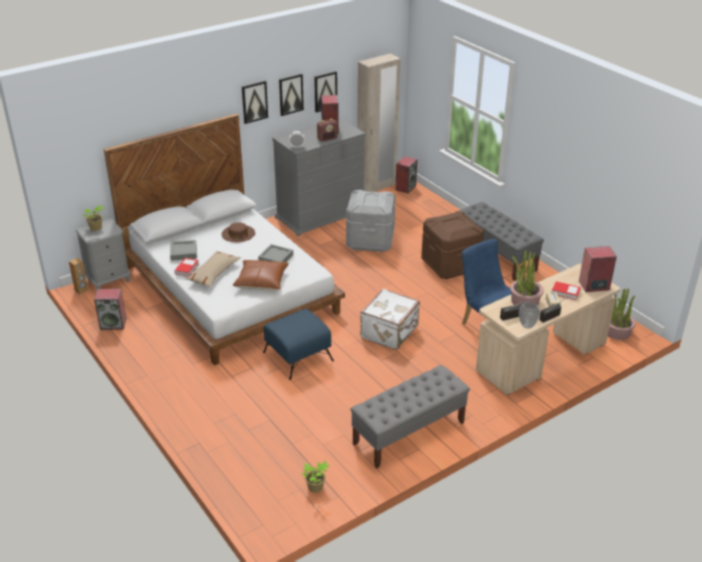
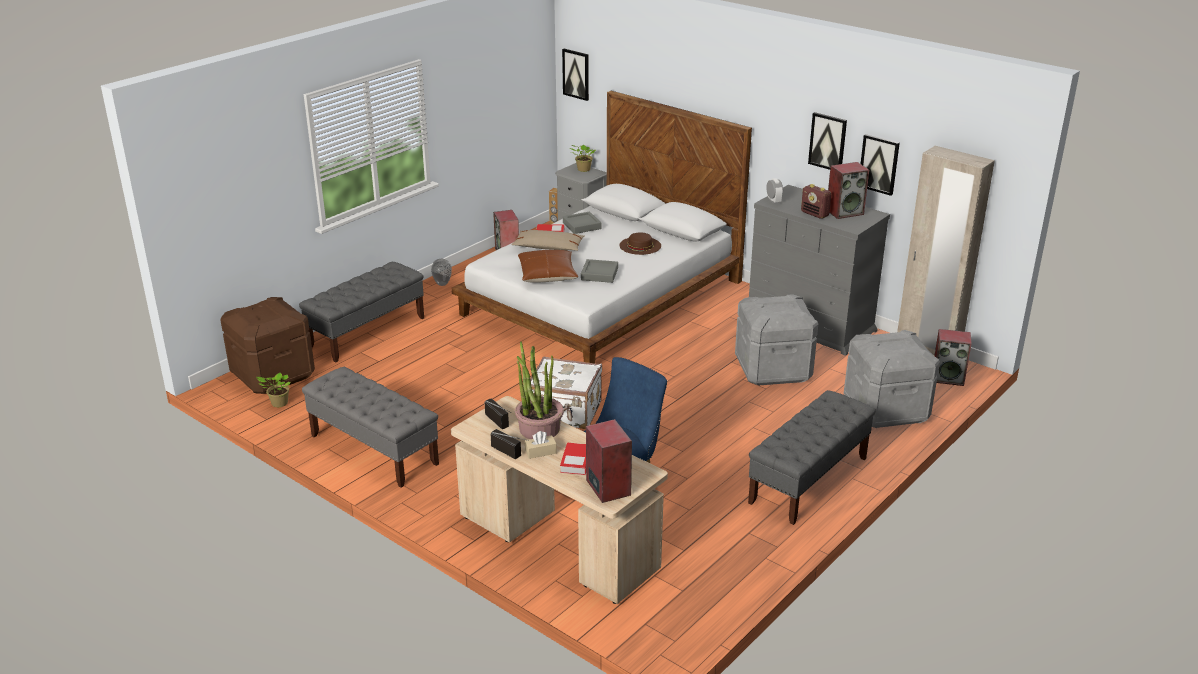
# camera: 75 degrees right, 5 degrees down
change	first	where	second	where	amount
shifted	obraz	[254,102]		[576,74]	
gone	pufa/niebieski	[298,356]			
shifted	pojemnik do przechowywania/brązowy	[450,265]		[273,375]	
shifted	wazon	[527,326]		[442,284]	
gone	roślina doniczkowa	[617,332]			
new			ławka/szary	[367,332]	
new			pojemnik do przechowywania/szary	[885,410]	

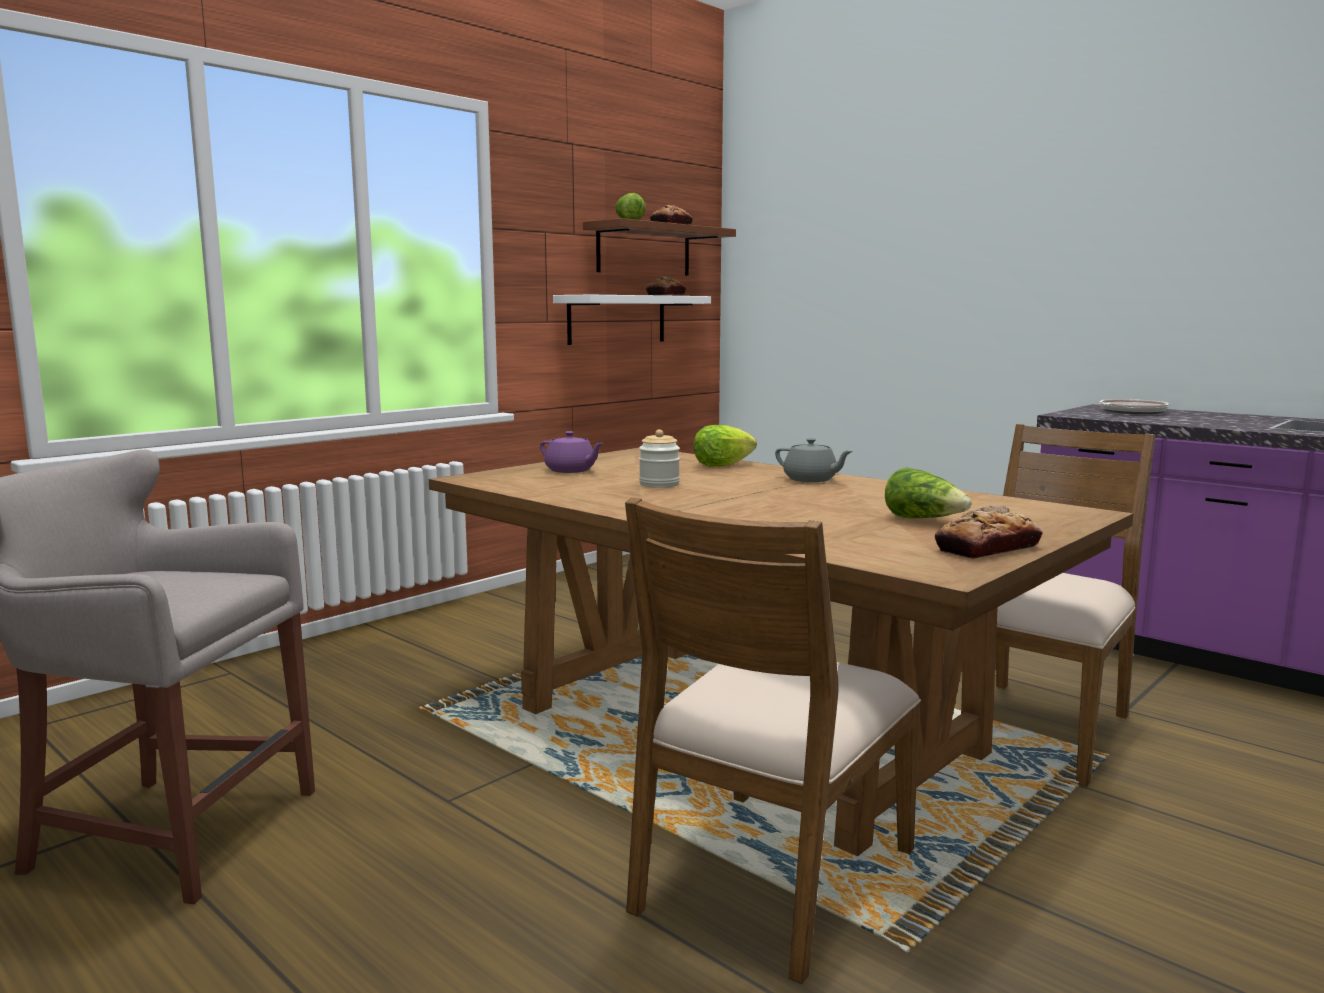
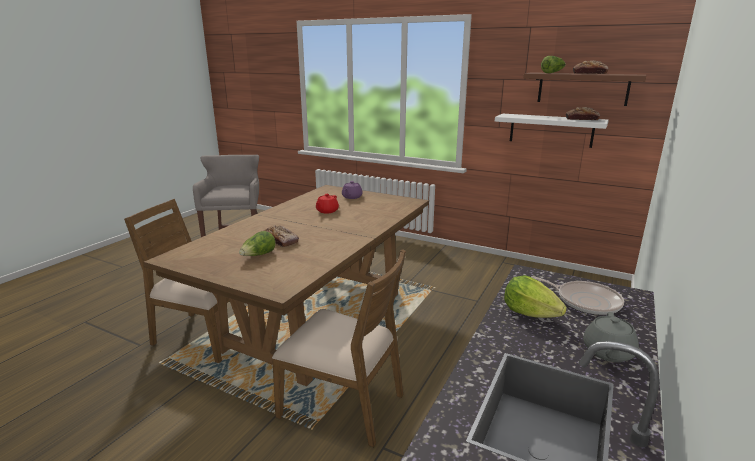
# camera: 75 degrees right, 10 degrees up
change	first	where	second	where	amount
swapped	słoik	[659,484]	imbryk/czerwony	[327,211]	
shifted	sałata	[721,465]		[529,313]	
shifted	imbryk/szary	[811,480]		[608,352]	
shifted	chleb	[987,548]		[280,240]	

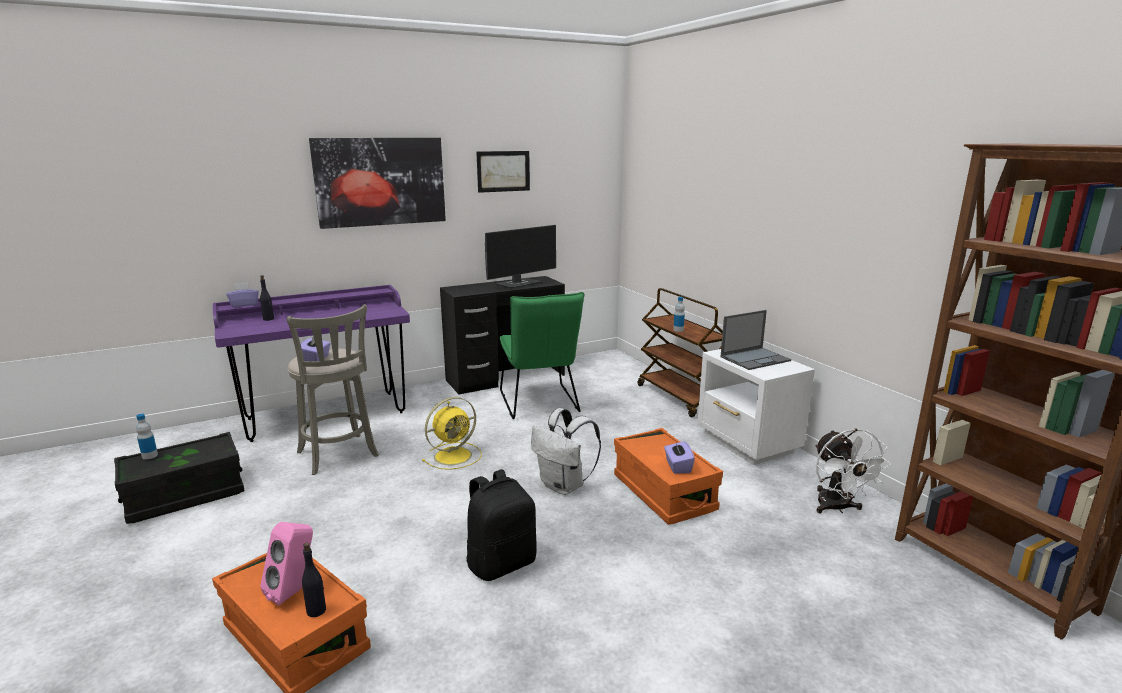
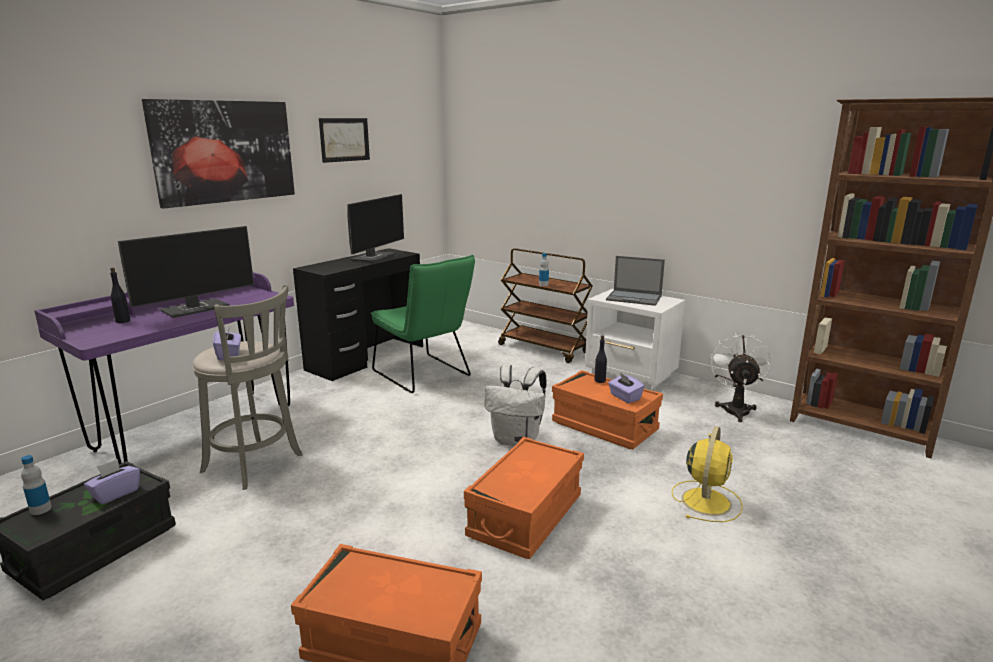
# camera: 25 degrees left, 0 degrees up
change	first	where	second	where	amount
shifted	pudełko chusteczek/fioletowy	[244,304]		[115,493]	
gone	głośnik/różowy	[294,592]			
shifted	butelka/czarny	[316,610]		[600,380]	
shifted	wentylator/żółty	[454,455]		[706,500]	
swapped	plecak/czarny	[501,563]	pojemnik do przechowywania/pomarańczowy	[526,517]	
rotated	laptop	[755,359]		[634,298]	75 degrees clockwise
rotated	wentylator/biały	[837,508]		[735,408]	135 degrees counterclockwise
new			monitor	[196,308]	

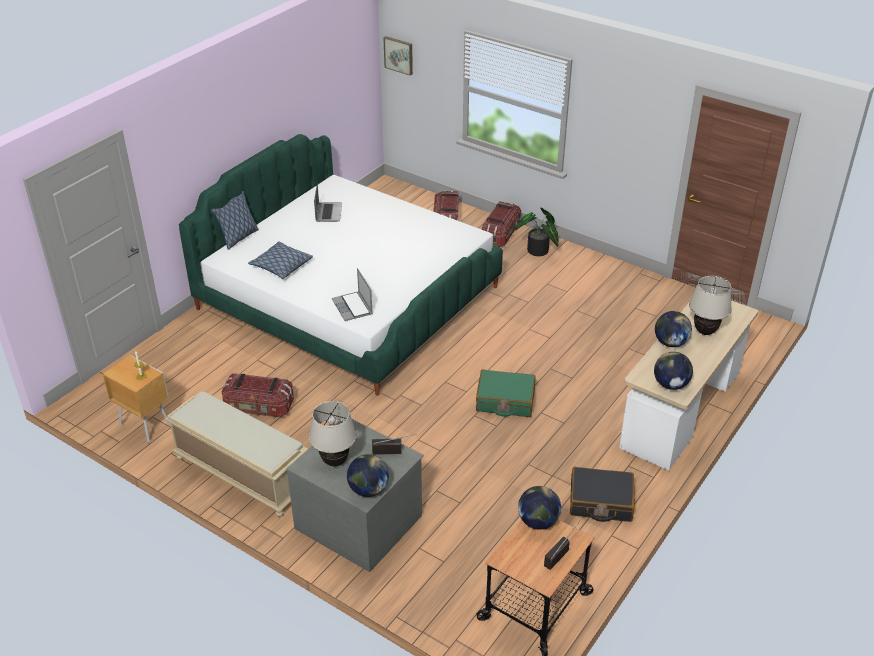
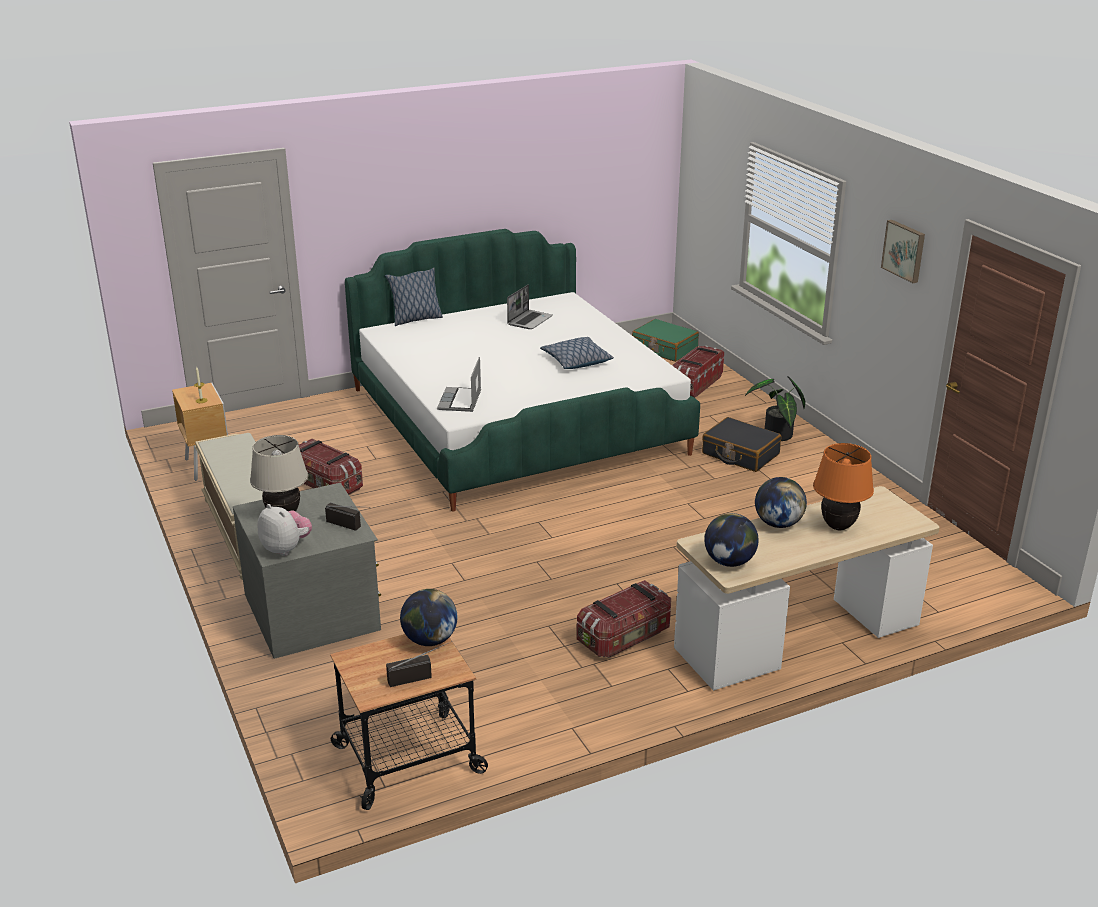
# camera: 30 degrees right, 10 degrees down
change	first	where	second	where	amount
shifted	poduszka	[281,266]		[576,361]	
swapped	globus	[368,489]	pluszak	[286,548]	
shifted	obraz	[399,55]		[904,250]	
shifted	walizka/zielony	[505,401]		[664,349]	
shifted	pojemnik do przechowywania	[500,234]		[625,637]	
shifted	walizka/czarny	[600,502]		[740,454]	
repainted	lampa stołowa/beżowy	[705,331]	lampa stołowa/pomarańczowy	[838,526]	

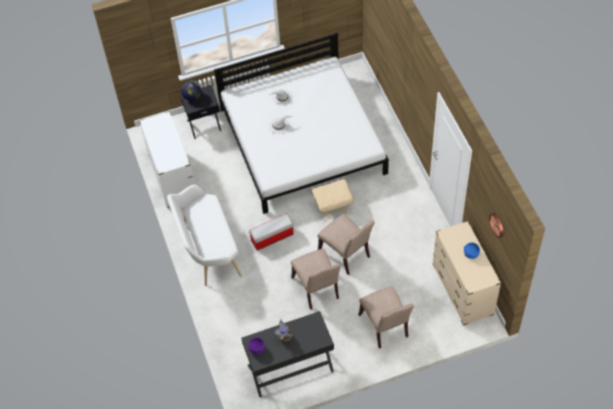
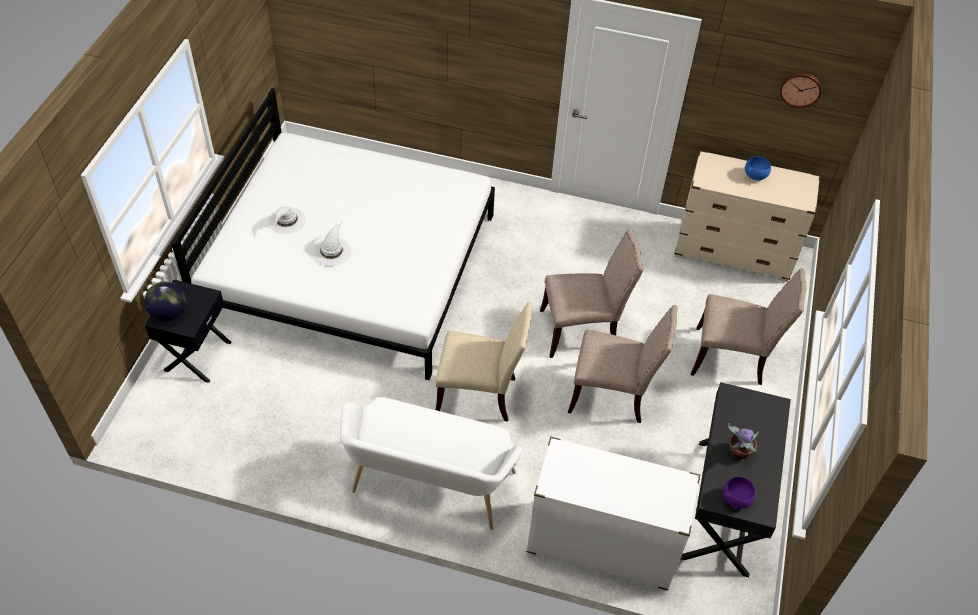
# camera: 60 degrees left, 5 degrees down
change	first	where	second	where	amount
shifted	komoda/biały	[172,178]		[601,546]	
swapped	pojemnik do przechowywania	[272,237]	krzesło/beżowy	[480,394]	
gone	pufa/beżowy	[332,207]			

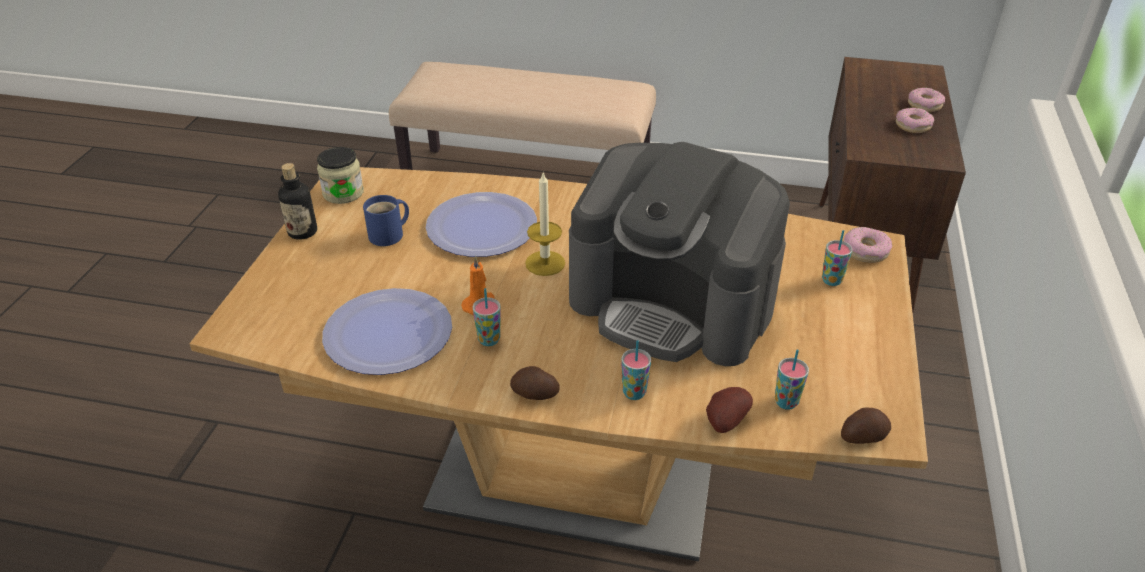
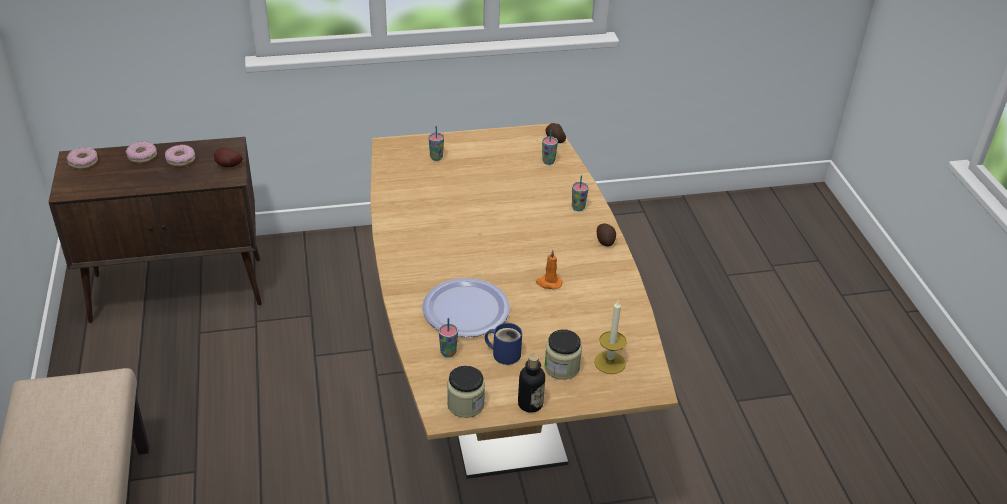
# camera: 115 degrees left, 0 degrees up
change	first	where	second	where	amount
gone	talerz	[387,333]			
shifted	filiżanka	[489,340]		[448,353]	
shifted	świeca	[545,263]		[609,362]	
gone	ekspres do kawy	[673,304]			
shifted	ziemniak	[724,421]		[228,166]	
shifted	donut	[865,251]		[83,162]	
new			słoik	[562,367]	

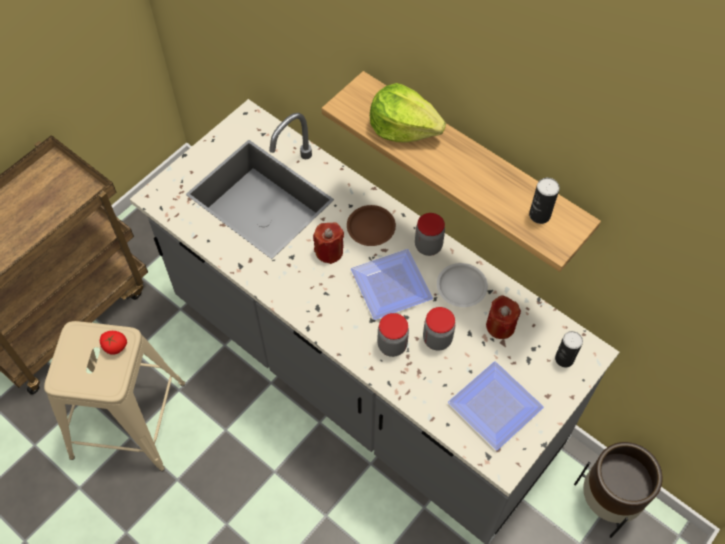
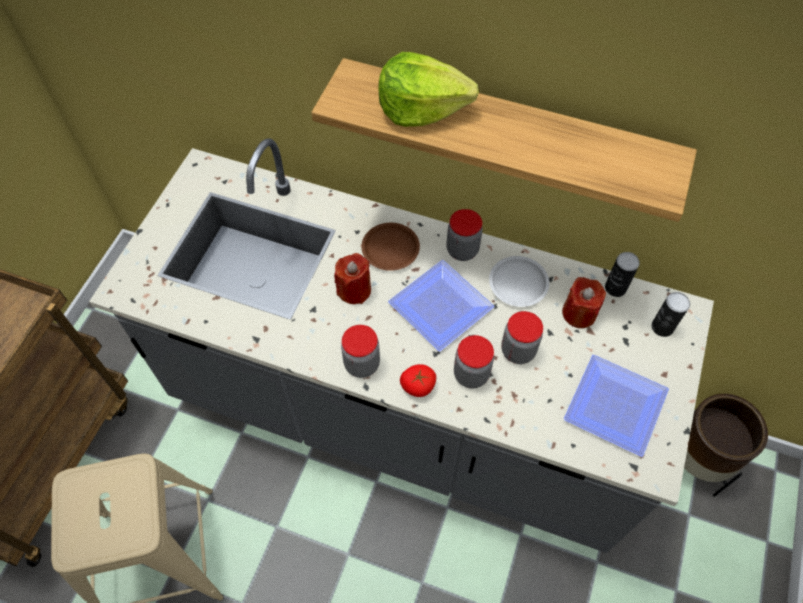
# camera: 20 degrees left, 0 degrees up
change	first	where	second	where	amount
shifted	pomidor	[115,347]		[417,386]	
shifted	puszka	[539,215]		[615,288]	
new			słoik	[362,364]	

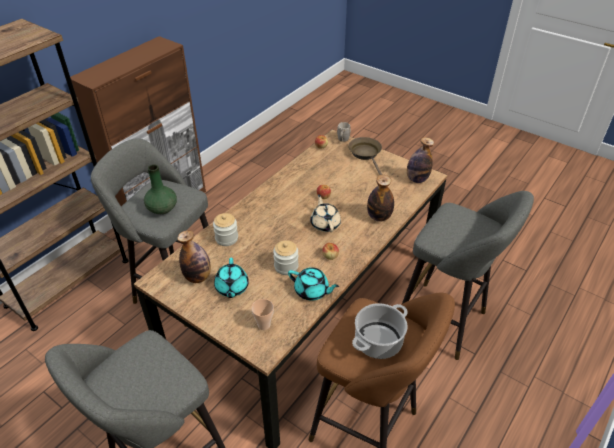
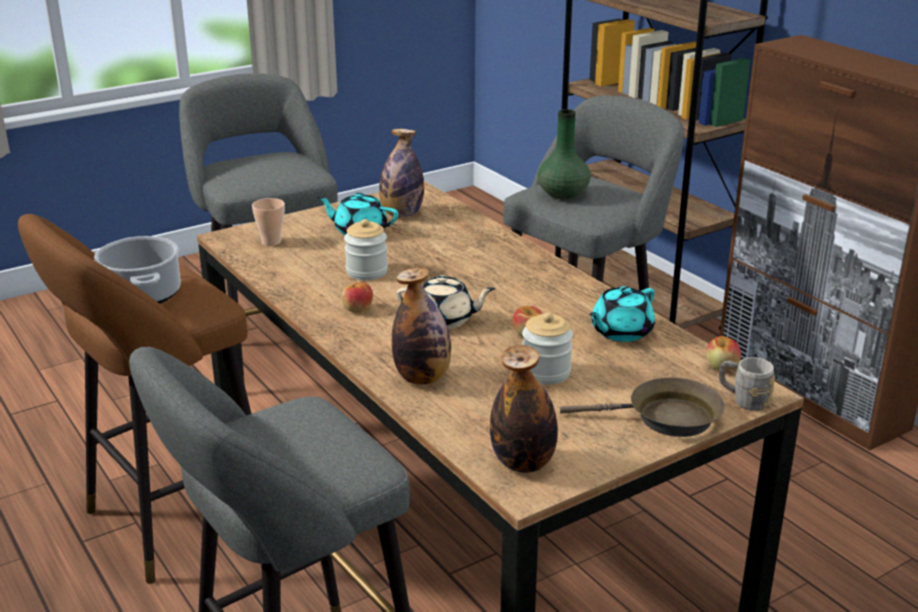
# camera: 110 degrees right, 15 degrees down
change	first	where	second	where	amount
shifted	słoik	[226,238]		[545,372]	
shifted	imbryk/turkusowy	[312,291]		[620,332]	

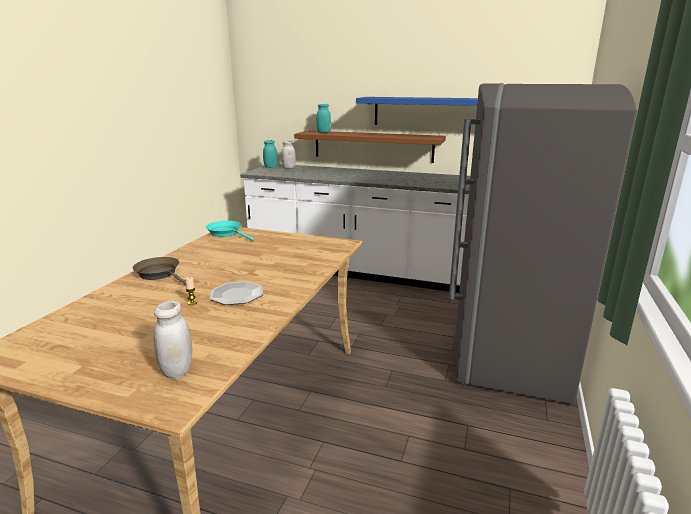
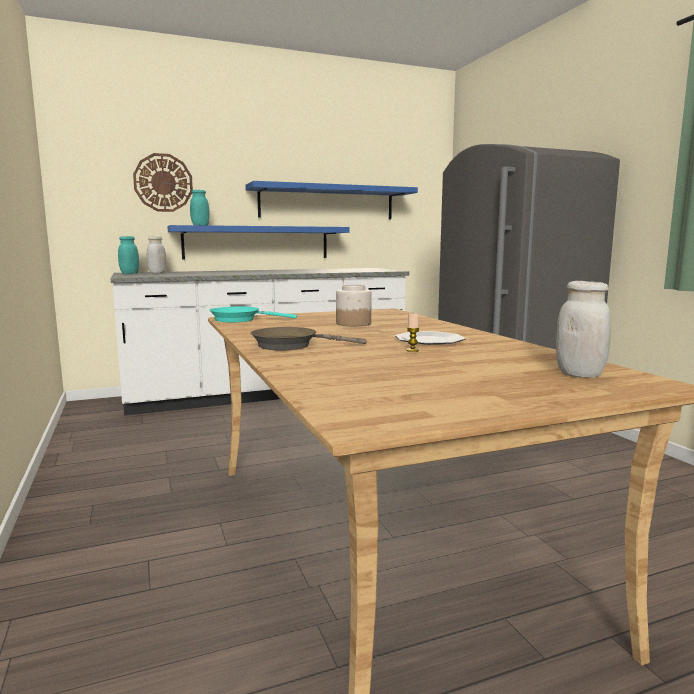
# camera: 40 degrees left, 10 degrees down
change	first	where	second	where	amount
repainted	półka/brązowy	[373,146]	półka/niebieski	[257,242]	
new			zegar ścienny	[163,183]	
new			słoik	[353,323]	

